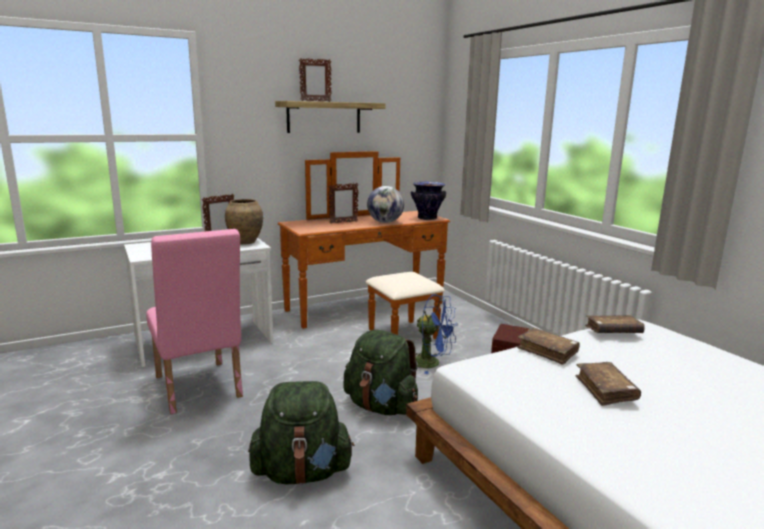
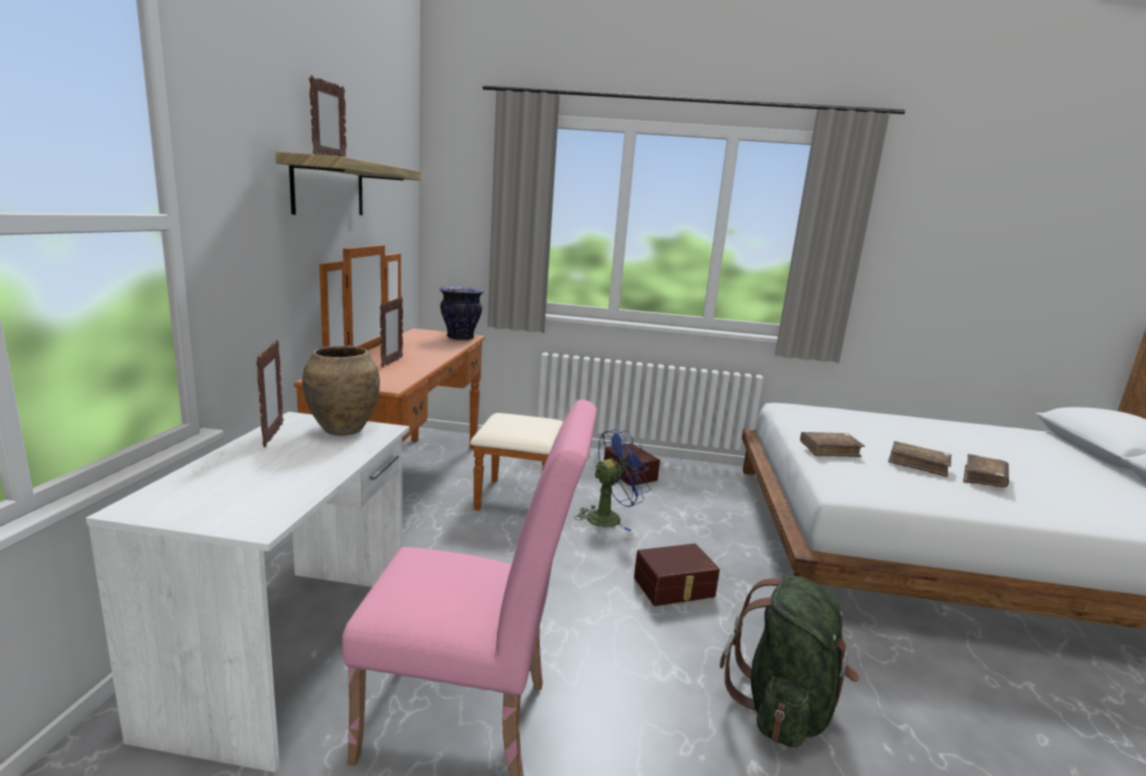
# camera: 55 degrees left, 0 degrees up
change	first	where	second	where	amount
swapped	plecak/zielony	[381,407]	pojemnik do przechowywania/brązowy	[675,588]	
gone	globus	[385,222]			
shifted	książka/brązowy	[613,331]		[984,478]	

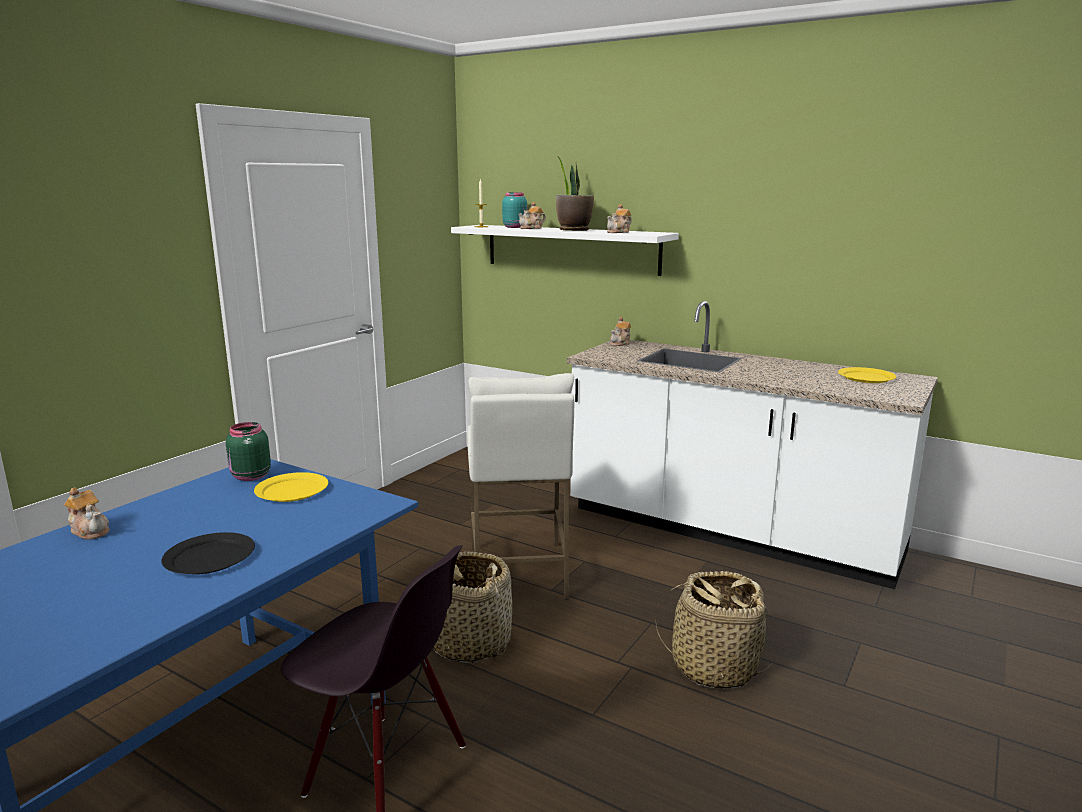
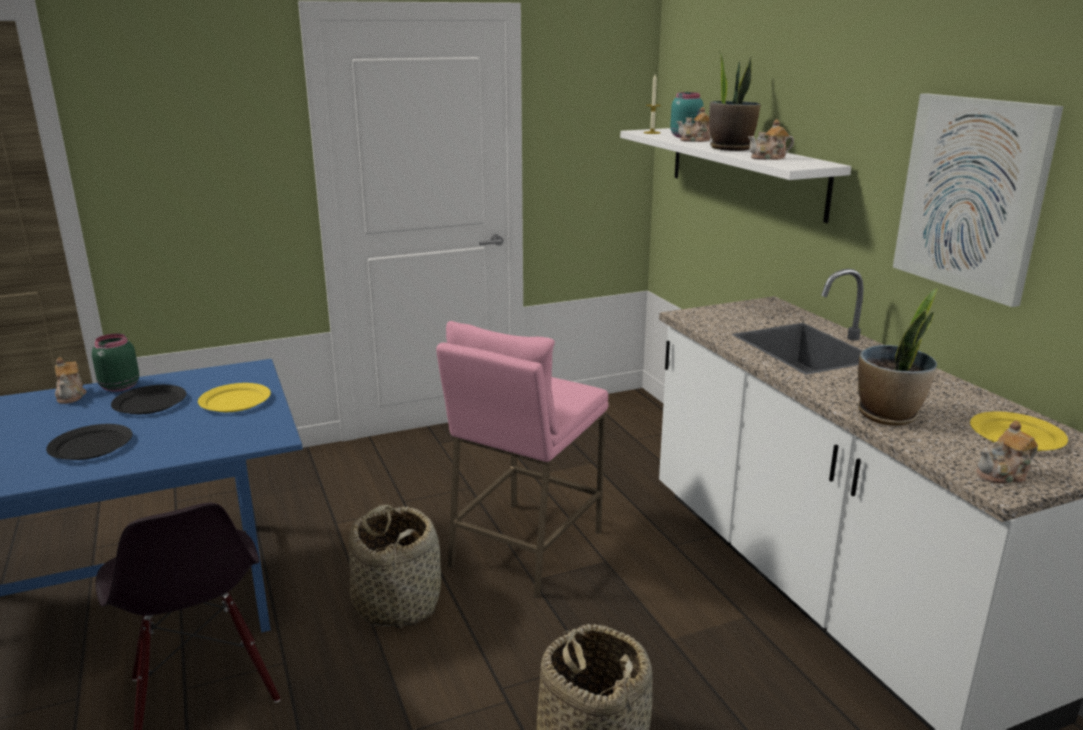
# camera: 35 degrees right, 5 degrees up
change	first	where	second	where	amount
shifted	słoik/zielony	[250,476]		[118,387]	
repainted	stołek/biały	[518,572]	stołek/różowy	[525,548]	
shifted	imbryk	[620,343]		[1004,475]	
new			talerz/czarny	[149,403]	
new			roślina doniczkowa	[888,415]	
new			obraz	[972,195]	

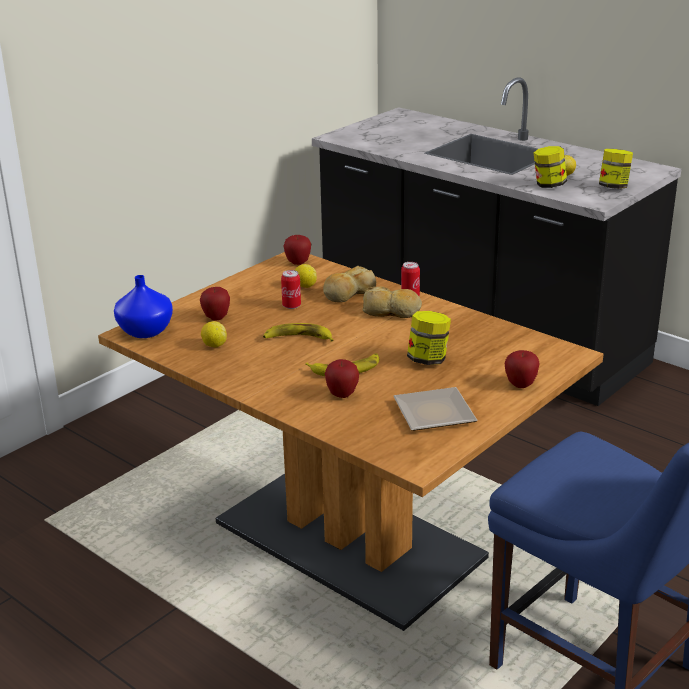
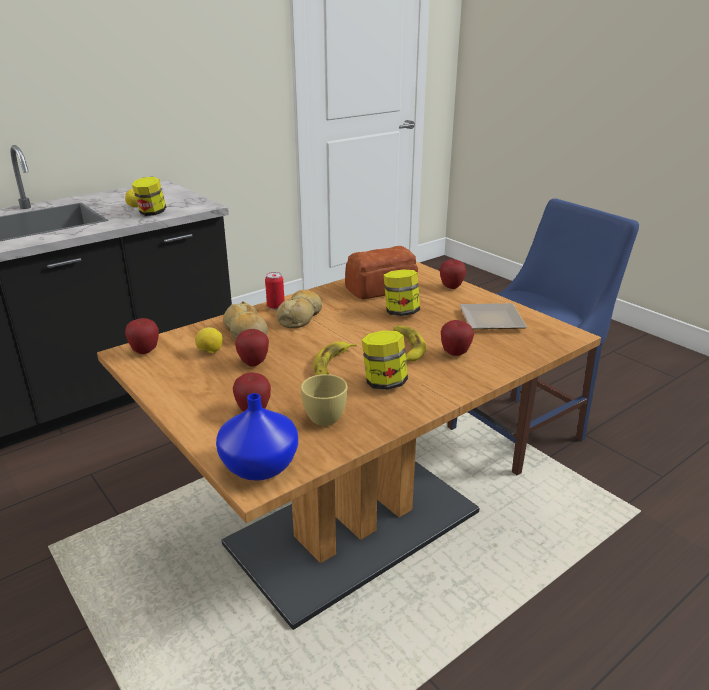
# camera: 80 degrees left, 0 degrees up
change	first	where	second	where	amount
swapped	cytryna	[214,345]	filiżanka/żółty	[326,415]	
swapped	puszka	[291,306]	jabłko	[253,363]	
shifted	słoik	[613,187]		[384,383]	
new			chleb	[382,288]	

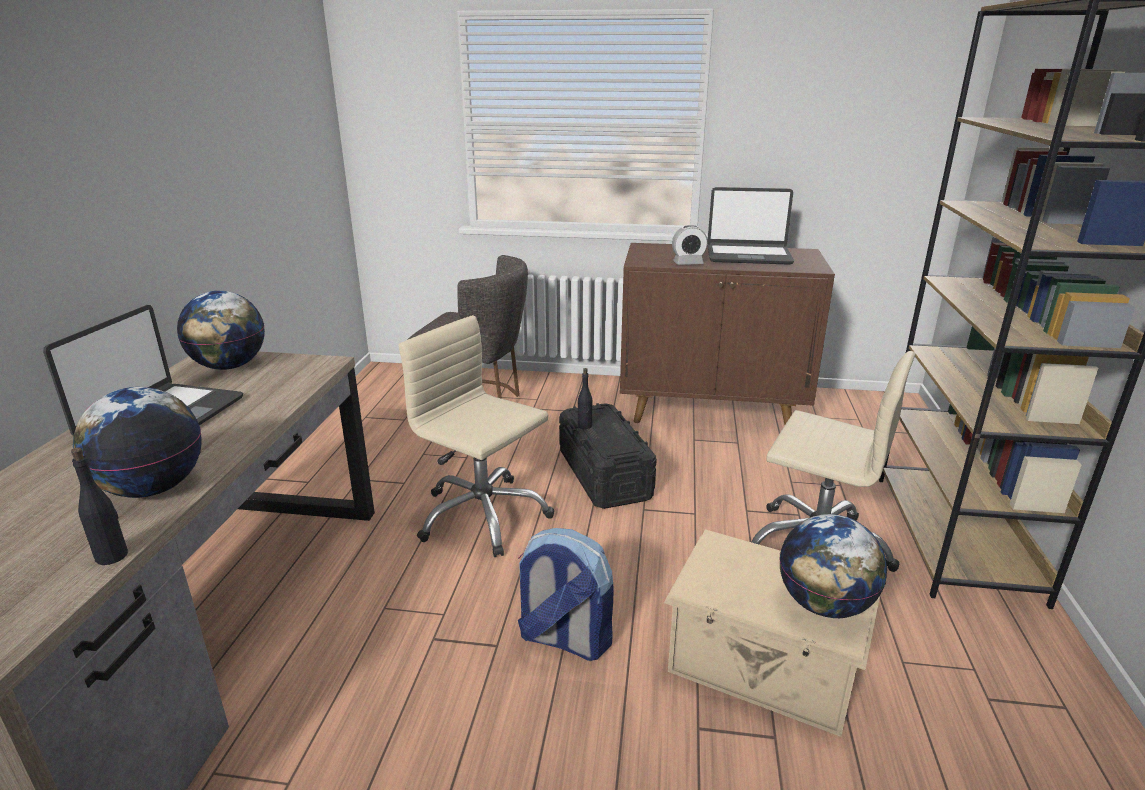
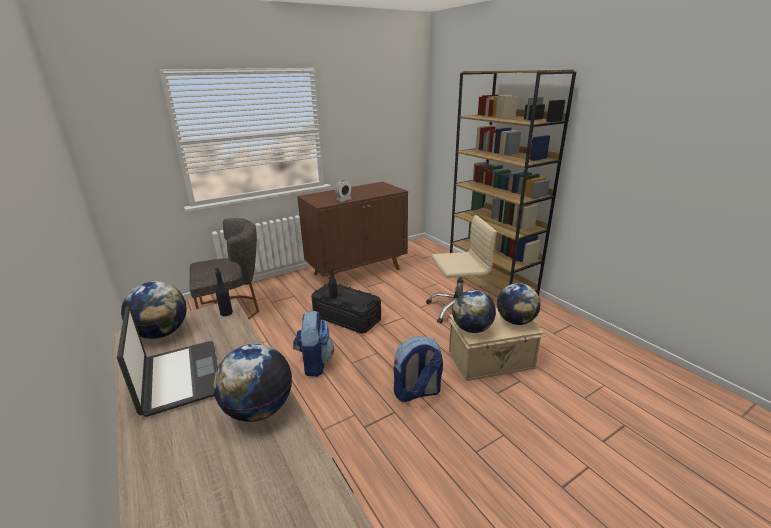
# camera: 40 degrees left, 0 degrees up
change	first	where	second	where	amount
shifted	butelka/czarny	[112,556]		[226,313]	
swapped	krzesło biurowe/beżowy	[482,516]	plecak	[314,363]	
gone	laptop	[748,255]			
new			globus	[471,329]	

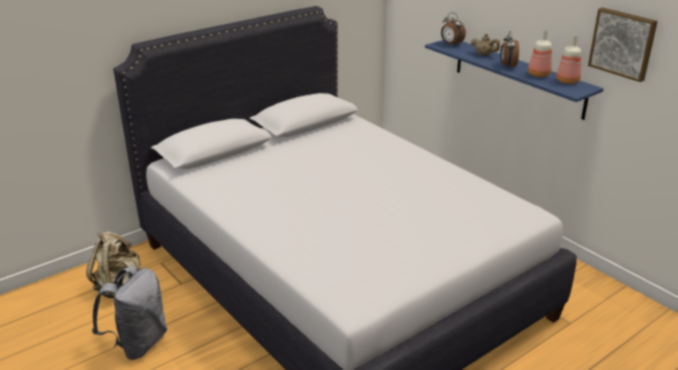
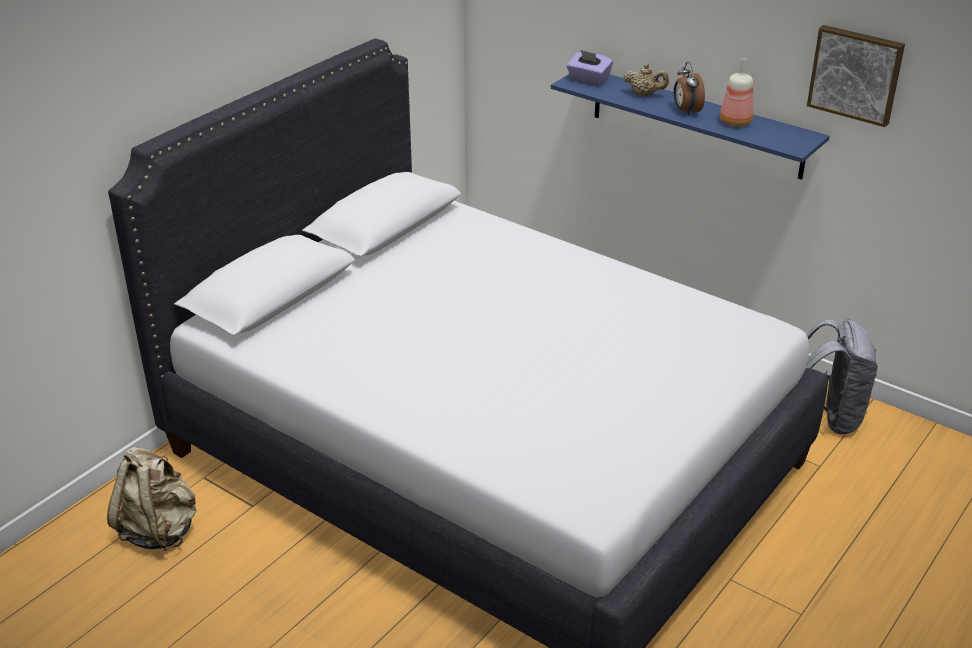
# camera: 15 degrees left, 5 degrees up
change	first	where	second	where	amount
shifted	plecak/szary	[138,343]		[827,417]	
swapped	budzik	[451,44]	pudełko chusteczek/fioletowy	[588,80]	
gone	butelka	[567,81]			

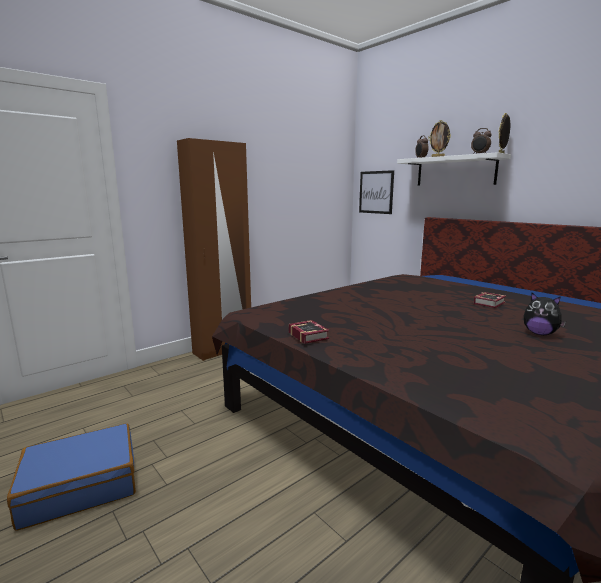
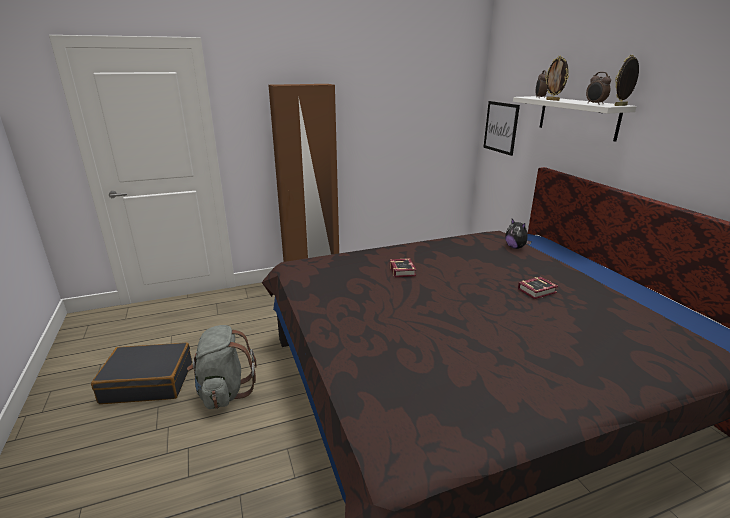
# camera: 20 degrees right, 10 degrees up
change	first	where	second	where	amount
repainted	walizka/niebieski	[81,485]	walizka/czarny	[148,382]	
shifted	książka	[308,335]		[403,270]	
shifted	pluszak	[540,333]		[515,247]	
new			plecak/szary	[224,391]	

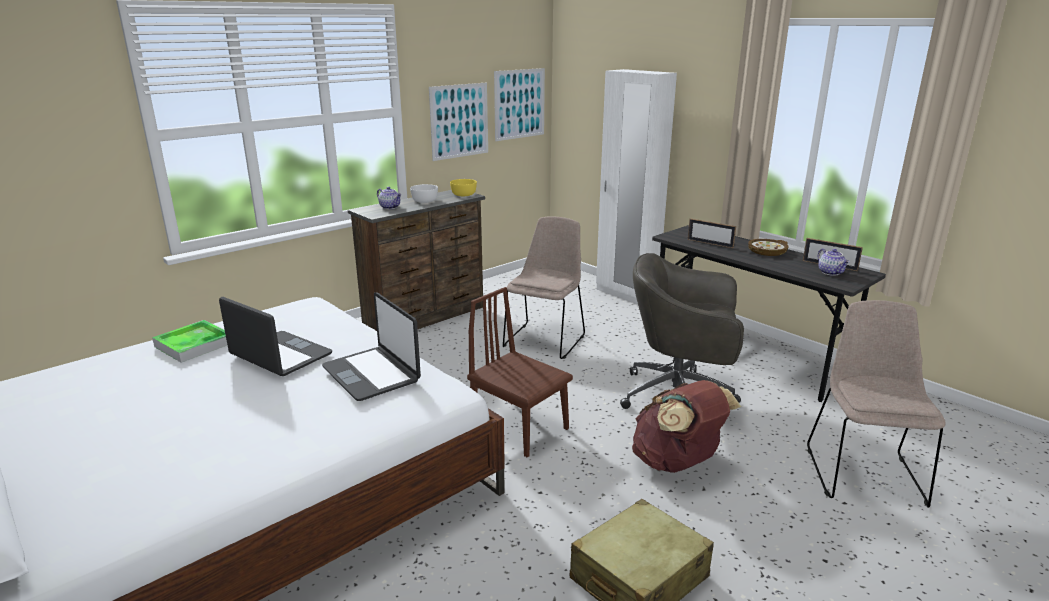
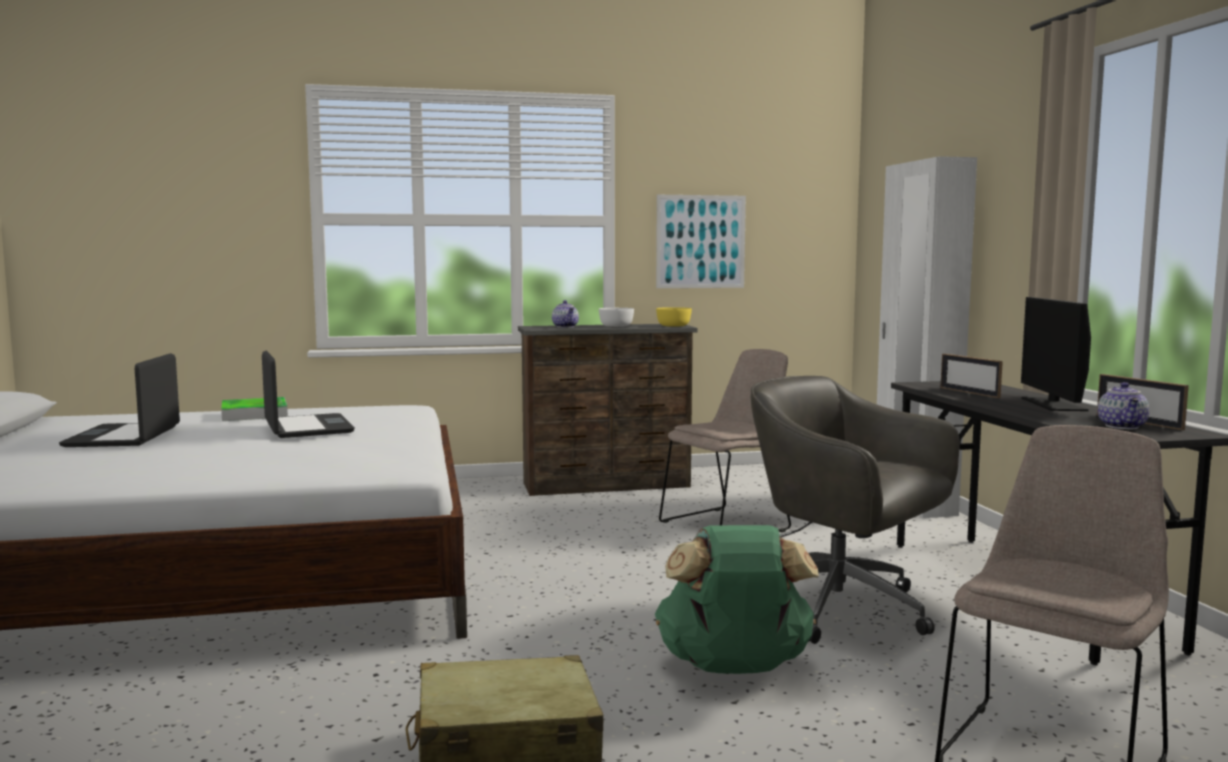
# camera: 30 degrees right, 15 degrees down
change	first	where	second	where	amount
shifted	laptop	[372,374]		[125,437]	
gone	krzesło/brązowy	[519,428]			
gone	obraz	[519,104]			
repainted	plecak/brązowy	[677,463]	plecak/zielony	[734,668]	
swapped	miska	[767,251]	monitor	[1053,404]	

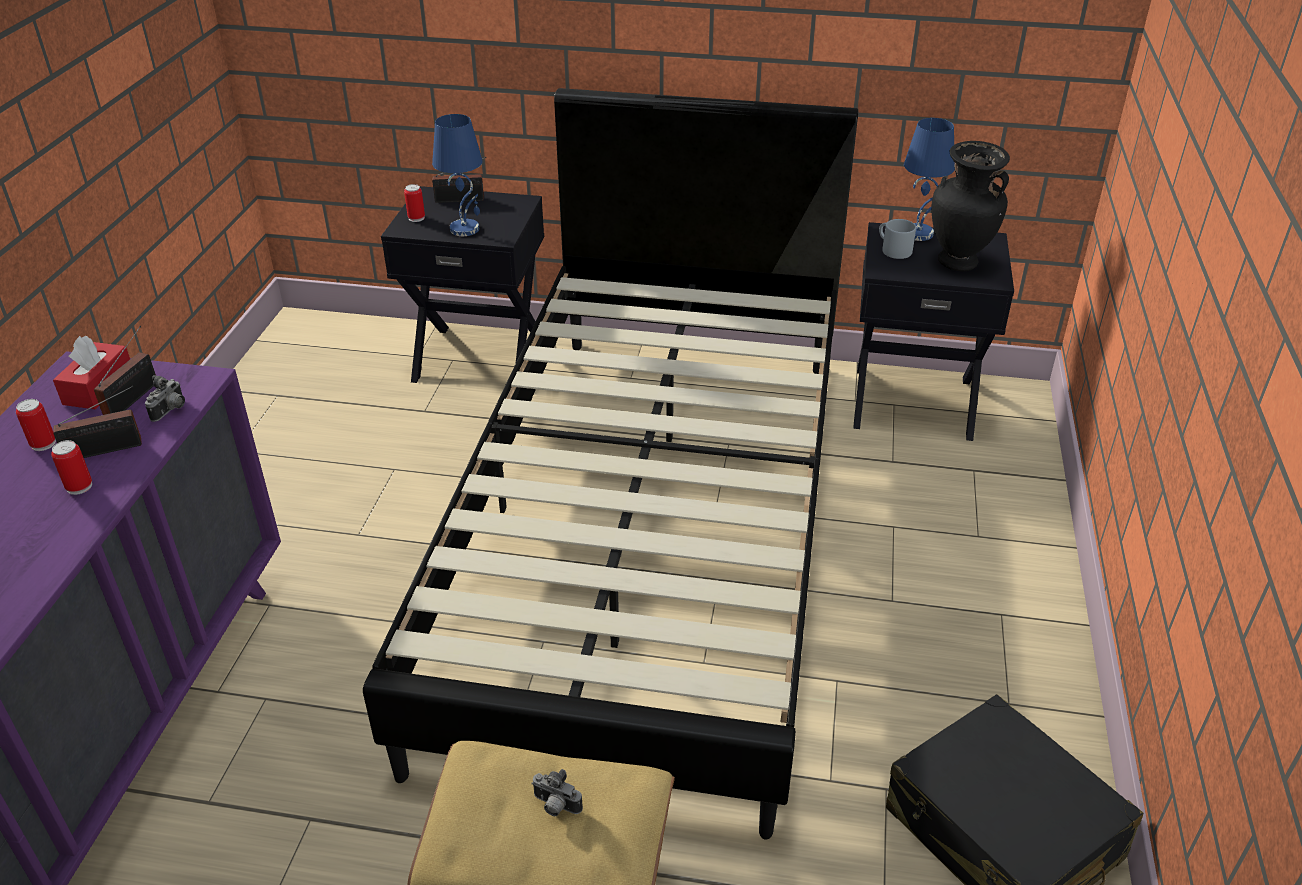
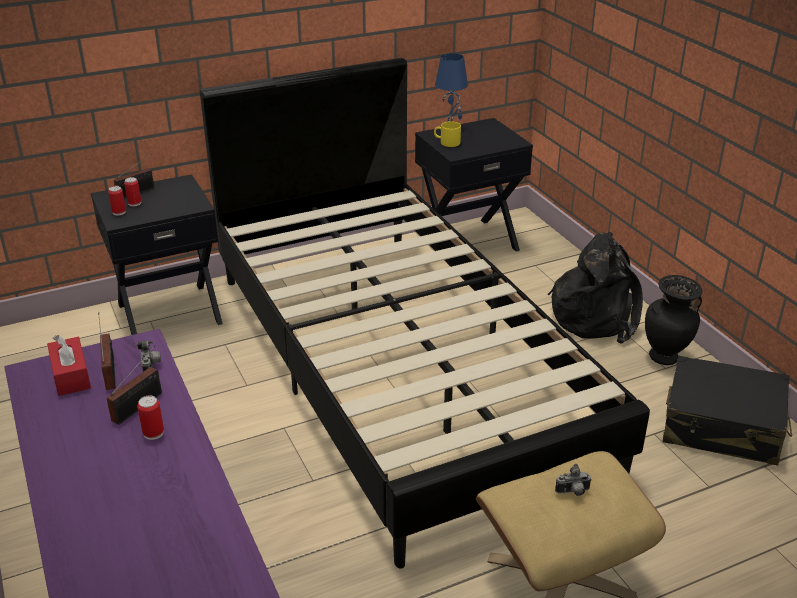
# camera: 35 degrees left, 5 degrees down
change	first	where	second	where	amount
shifted	puszka	[43,444]		[134,203]	
gone	lampa stołowa/niebieski	[465,229]			
repainted	kubek/szary	[892,249]	kubek/żółty	[446,142]	
shifted	wazon/czarny	[957,263]		[664,358]	
new			plecak/czarny	[596,316]	

